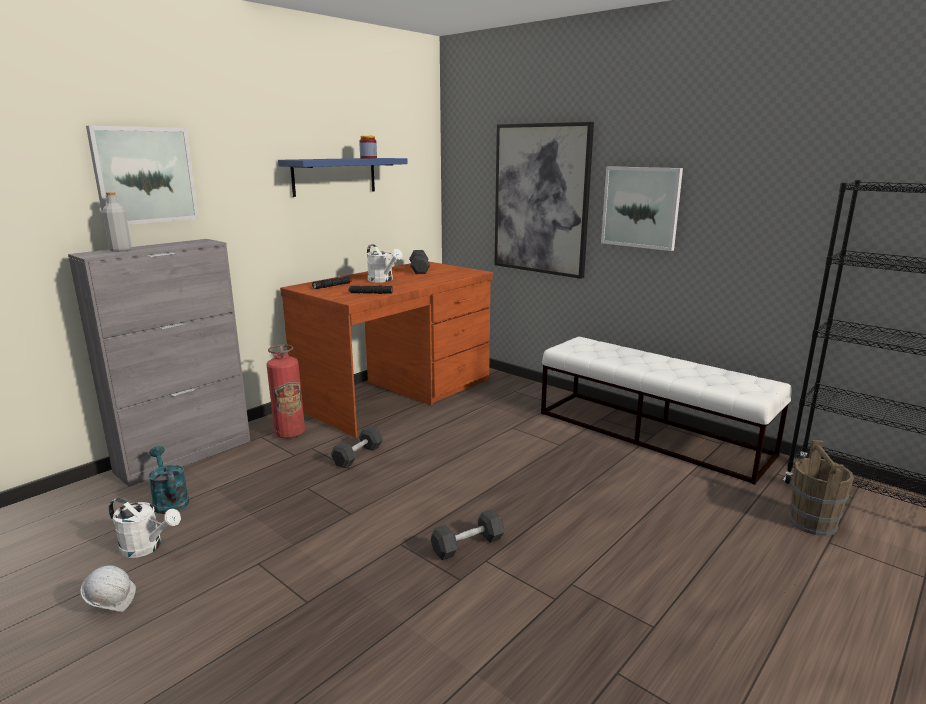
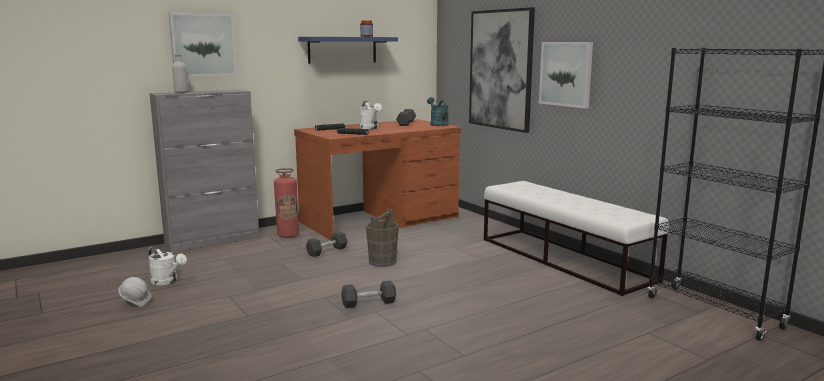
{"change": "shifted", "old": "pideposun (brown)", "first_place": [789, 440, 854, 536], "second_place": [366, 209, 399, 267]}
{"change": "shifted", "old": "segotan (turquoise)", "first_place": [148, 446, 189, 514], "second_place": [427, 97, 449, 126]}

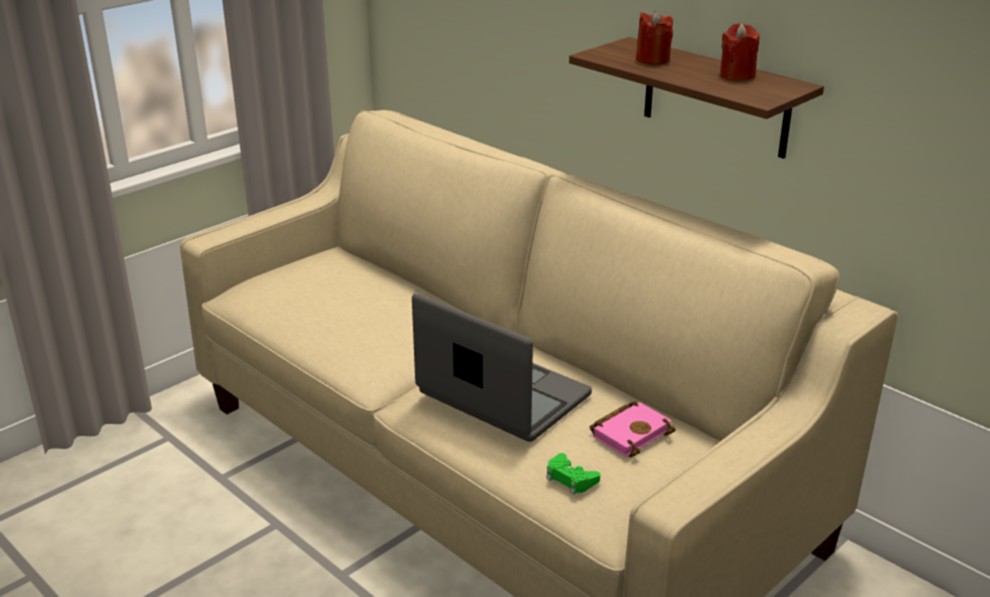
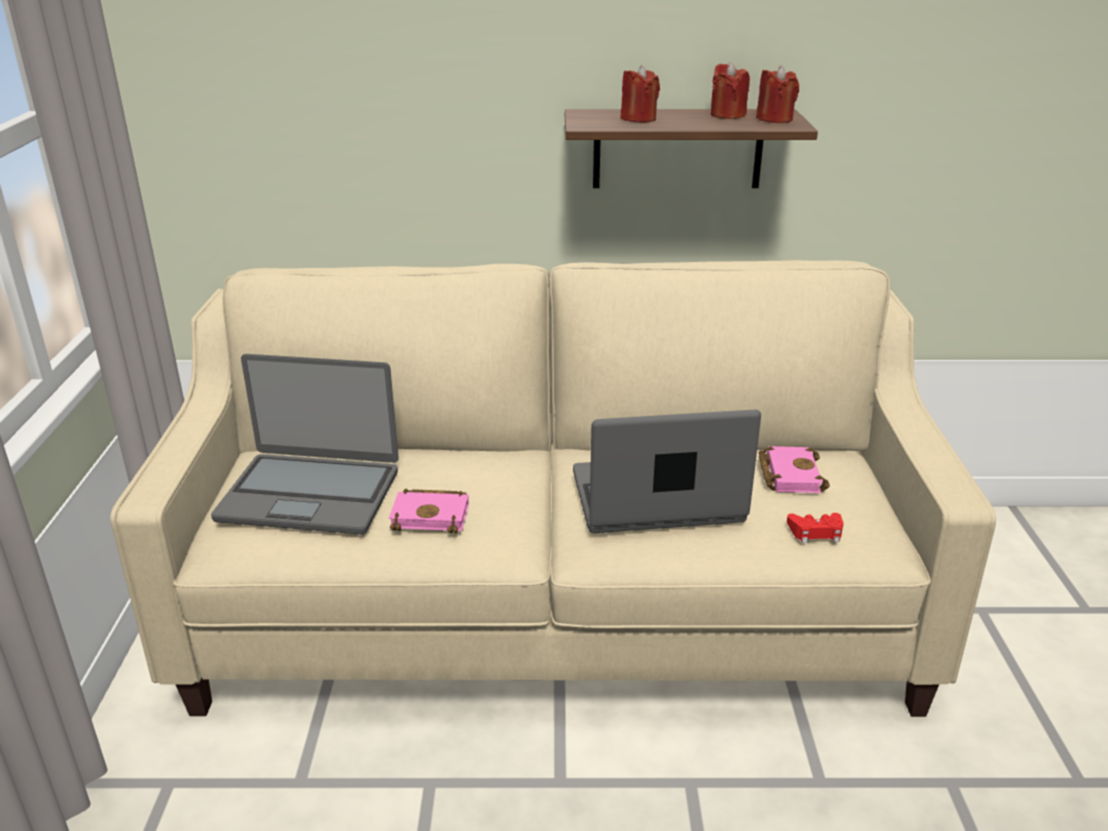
{"change": "repainted", "old": "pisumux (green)", "new": "pisumux (red)", "first_place": [546, 453, 600, 495], "second_place": [787, 513, 844, 543]}
{"change": "new", "new": "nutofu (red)", "second_place": [756, 66, 799, 123]}
{"change": "new", "new": "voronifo", "second_place": [211, 354, 399, 535]}
{"change": "new", "new": "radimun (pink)", "second_place": [389, 489, 469, 533]}

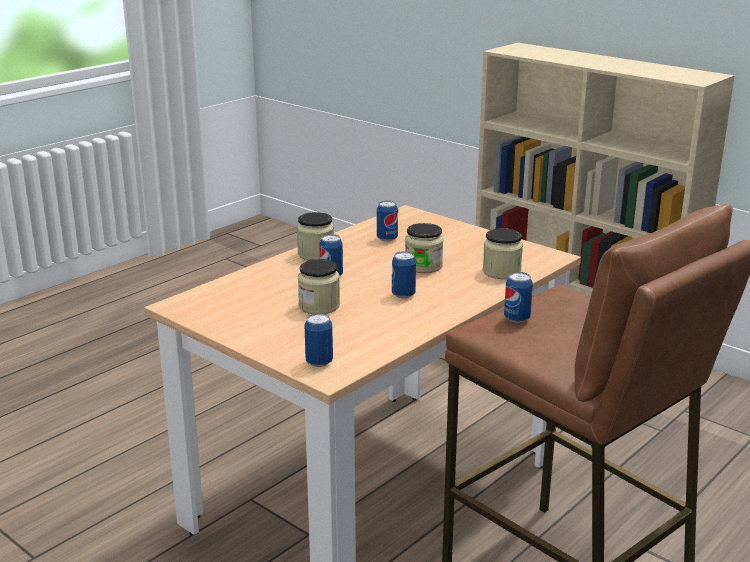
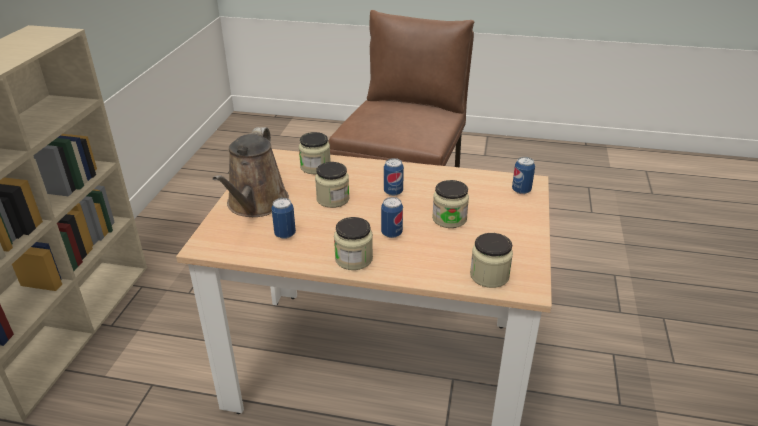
{"change": "gone", "old": "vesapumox", "first_place": [504, 272, 533, 323]}
{"change": "new", "new": "segotan (brown)", "second_place": [213, 127, 289, 217]}
{"change": "new", "new": "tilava", "second_place": [470, 233, 513, 288]}

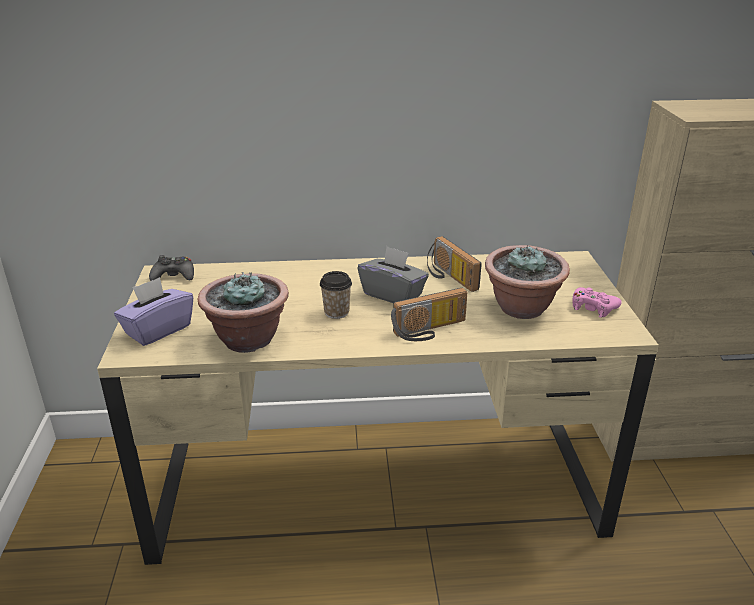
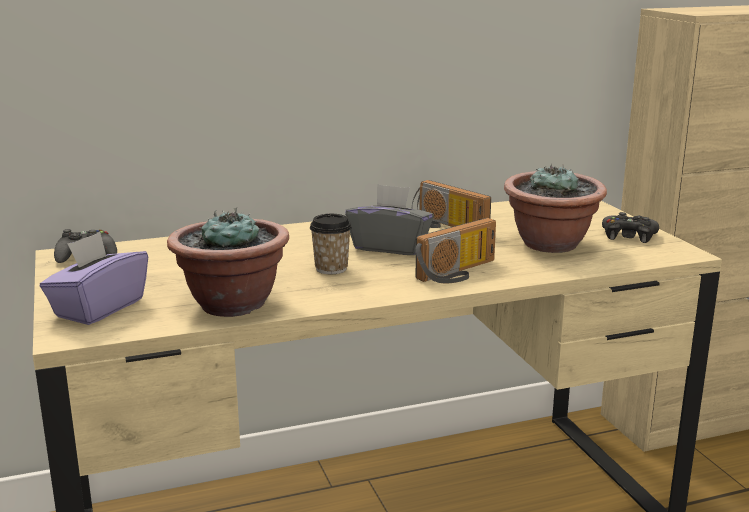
{"change": "repainted", "old": "pisumux (pink)", "new": "pisumux (black)", "first_place": [573, 287, 622, 318], "second_place": [602, 212, 659, 243]}

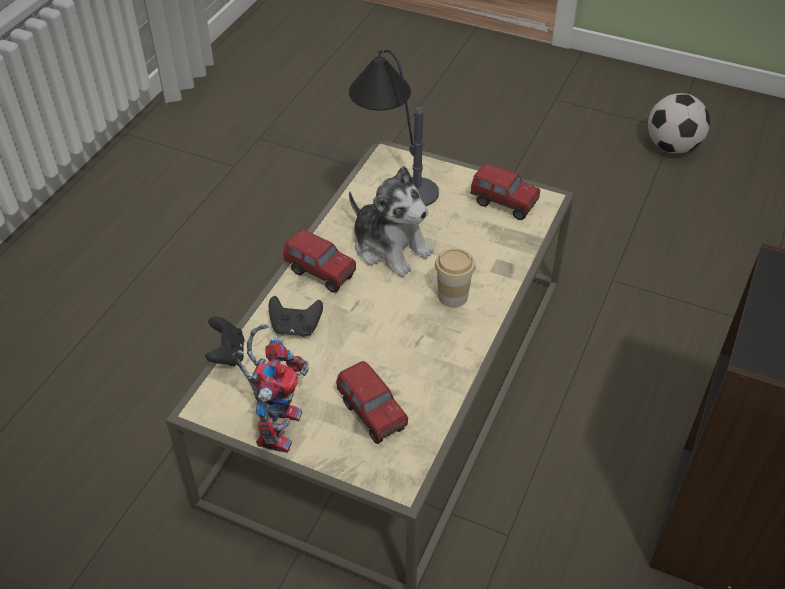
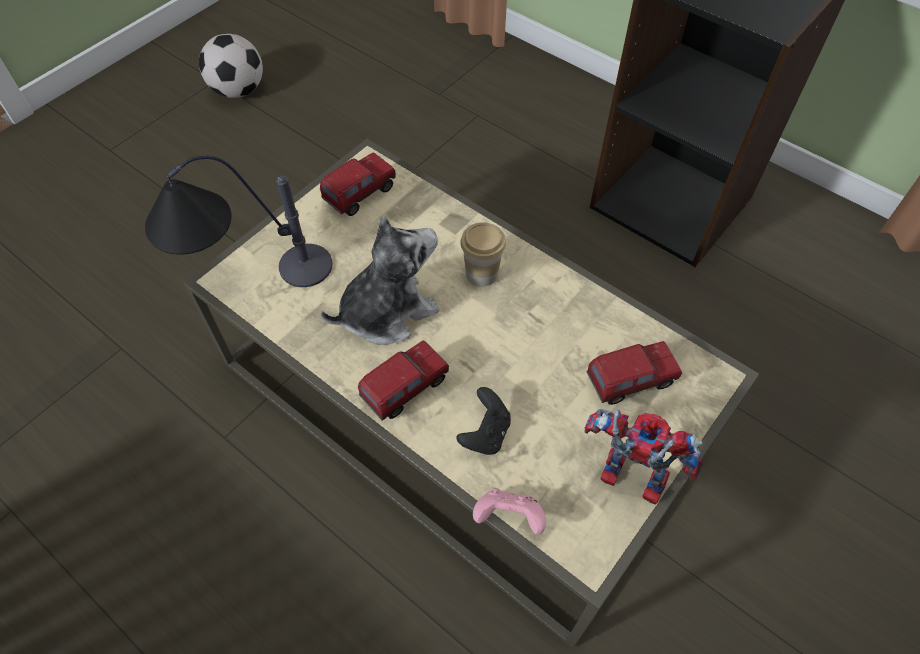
{"change": "repainted", "old": "pisumux (black)", "new": "pisumux (pink)", "first_place": [205, 316, 245, 367], "second_place": [473, 487, 546, 535]}

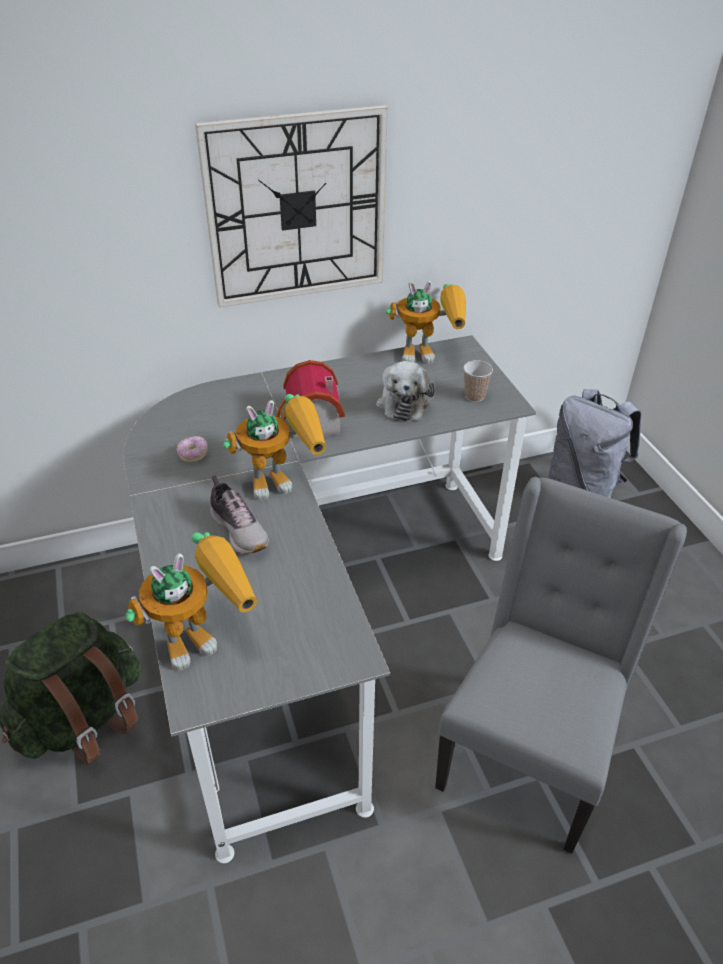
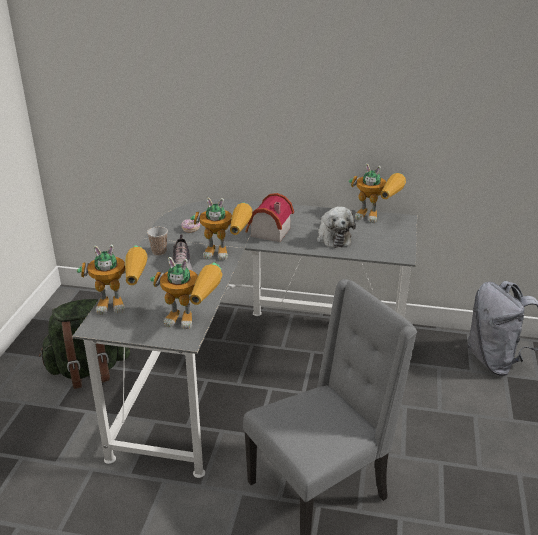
{"change": "gone", "old": "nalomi", "first_place": [195, 105, 388, 308]}
{"change": "shifted", "old": "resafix", "first_place": [463, 360, 493, 402], "second_place": [147, 227, 168, 256]}
{"change": "rotated", "old": "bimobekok", "first_place": [376, 361, 435, 421], "second_place": [317, 206, 356, 248], "degrees": -45}
{"change": "new", "new": "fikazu", "second_place": [150, 257, 223, 329]}

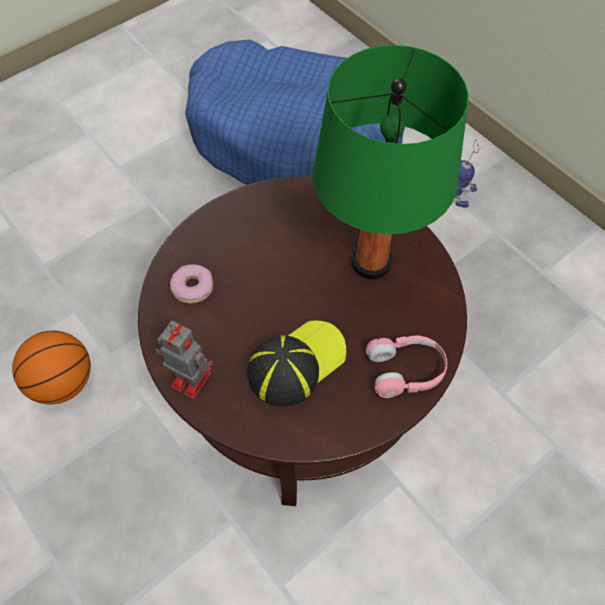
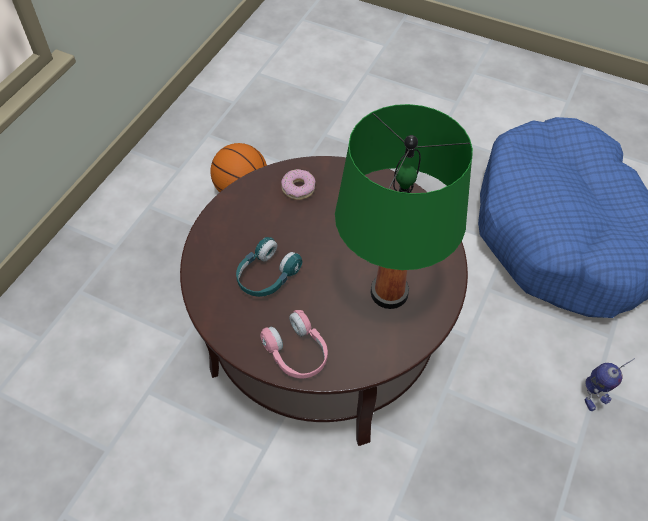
{"change": "swapped", "old": "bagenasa", "new": "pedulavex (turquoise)", "first_place": [248, 320, 346, 407], "second_place": [236, 237, 302, 297]}
{"change": "gone", "old": "fikazu", "first_place": [155, 321, 214, 399]}

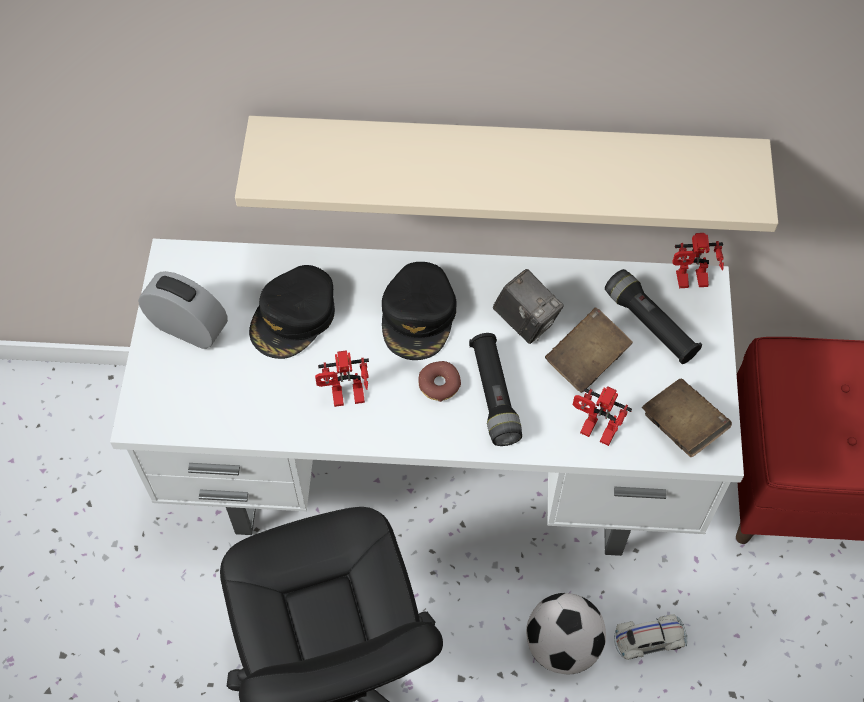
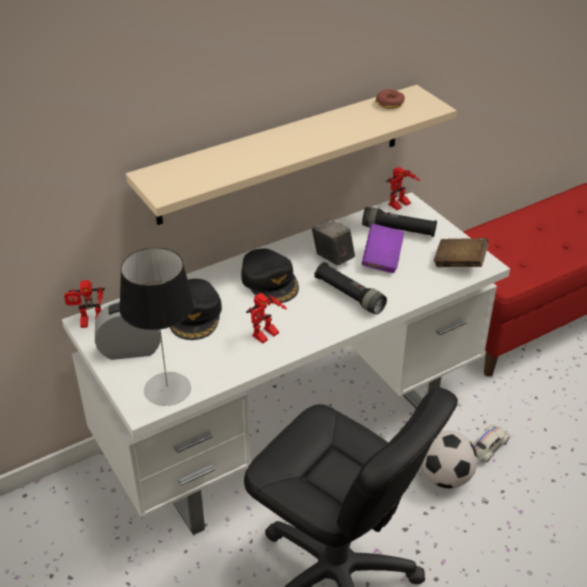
{"change": "rotated", "old": "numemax", "first_place": [493, 269, 564, 344], "second_place": [312, 219, 355, 266], "degrees": -135}
{"change": "repainted", "old": "radimun (brown)", "new": "radimun (purple)", "first_place": [545, 307, 633, 393], "second_place": [362, 224, 404, 273]}
{"change": "shifted", "old": "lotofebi", "first_place": [418, 361, 461, 402], "second_place": [375, 89, 405, 109]}
{"change": "shifted", "old": "fikazu", "first_place": [573, 387, 632, 446], "second_place": [64, 280, 105, 328]}
{"change": "new", "new": "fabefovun", "second_place": [119, 247, 194, 406]}

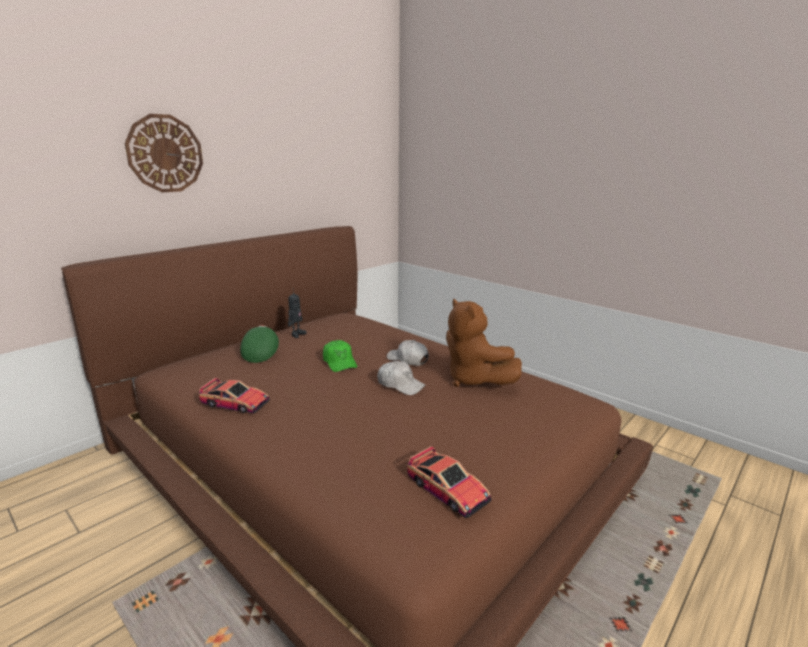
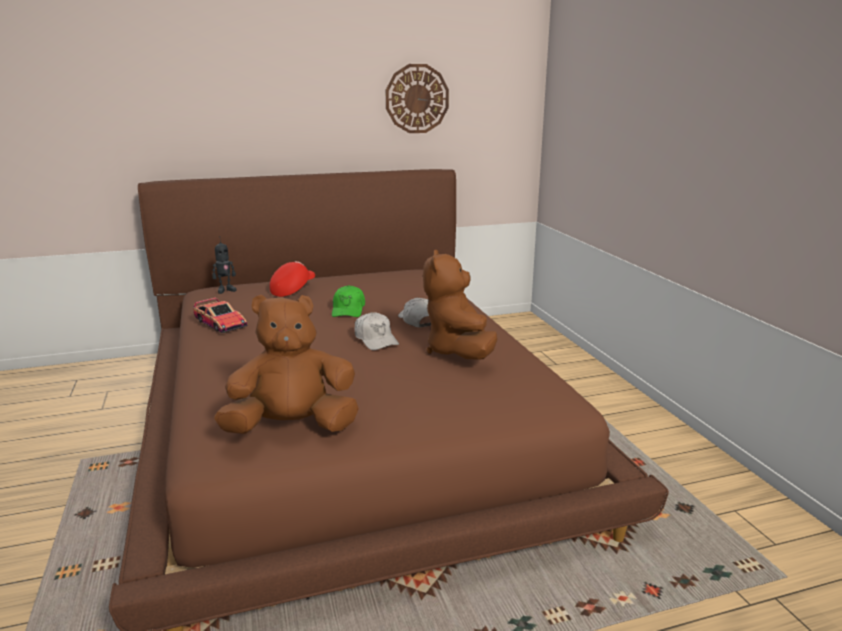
{"change": "shifted", "old": "nalomi", "first_place": [125, 114, 203, 192], "second_place": [386, 64, 449, 133]}
{"change": "shifted", "old": "fikazu", "first_place": [288, 288, 307, 338], "second_place": [212, 236, 236, 294]}
{"change": "repainted", "old": "bagenasa (green)", "new": "bagenasa (red)", "first_place": [240, 326, 279, 363], "second_place": [269, 261, 315, 297]}
{"change": "swapped", "old": "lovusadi", "new": "bimobekok (brown)", "first_place": [407, 446, 491, 518], "second_place": [214, 295, 359, 434]}

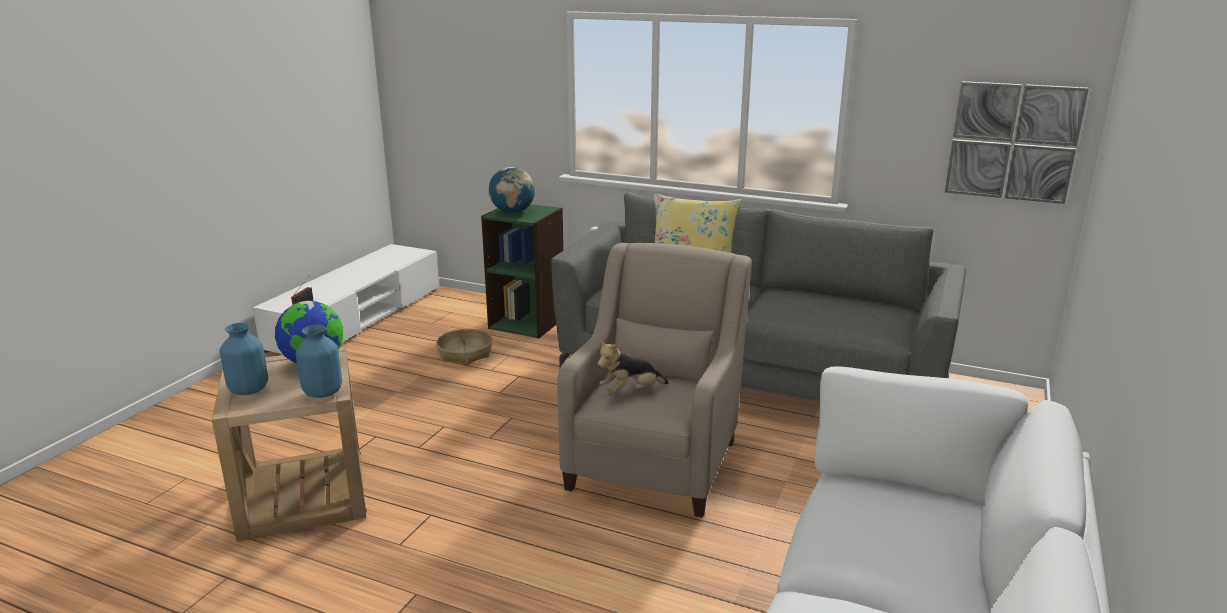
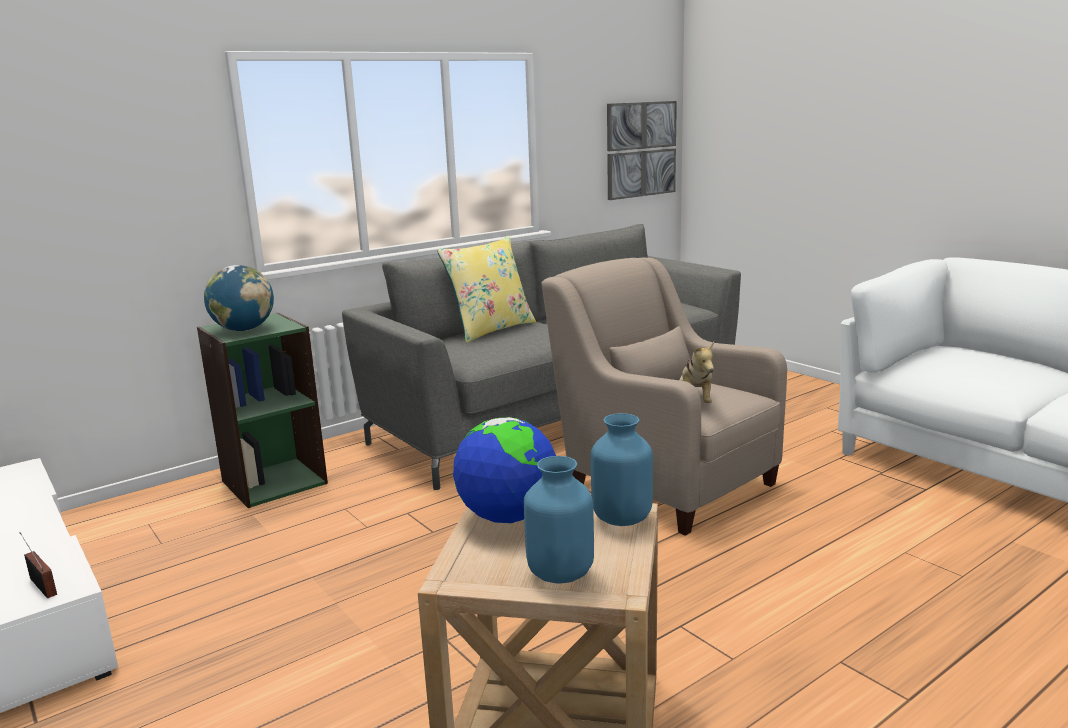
{"change": "gone", "old": "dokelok", "first_place": [436, 329, 493, 365]}

